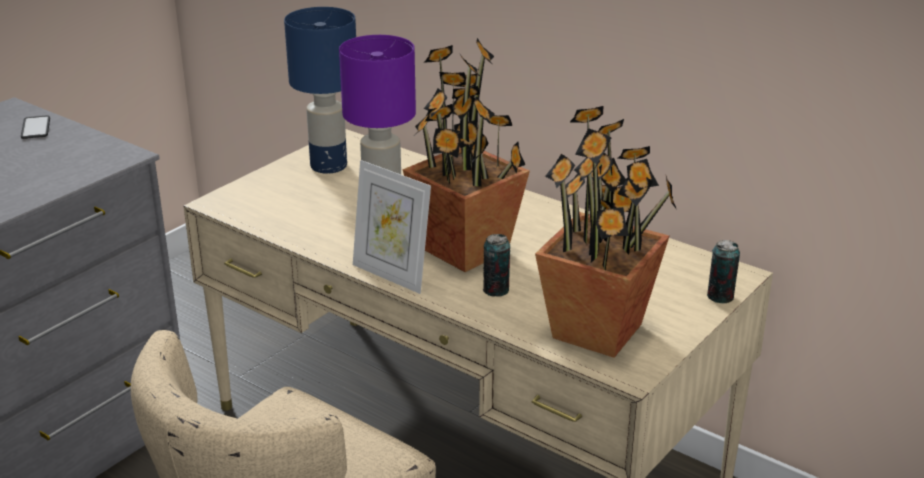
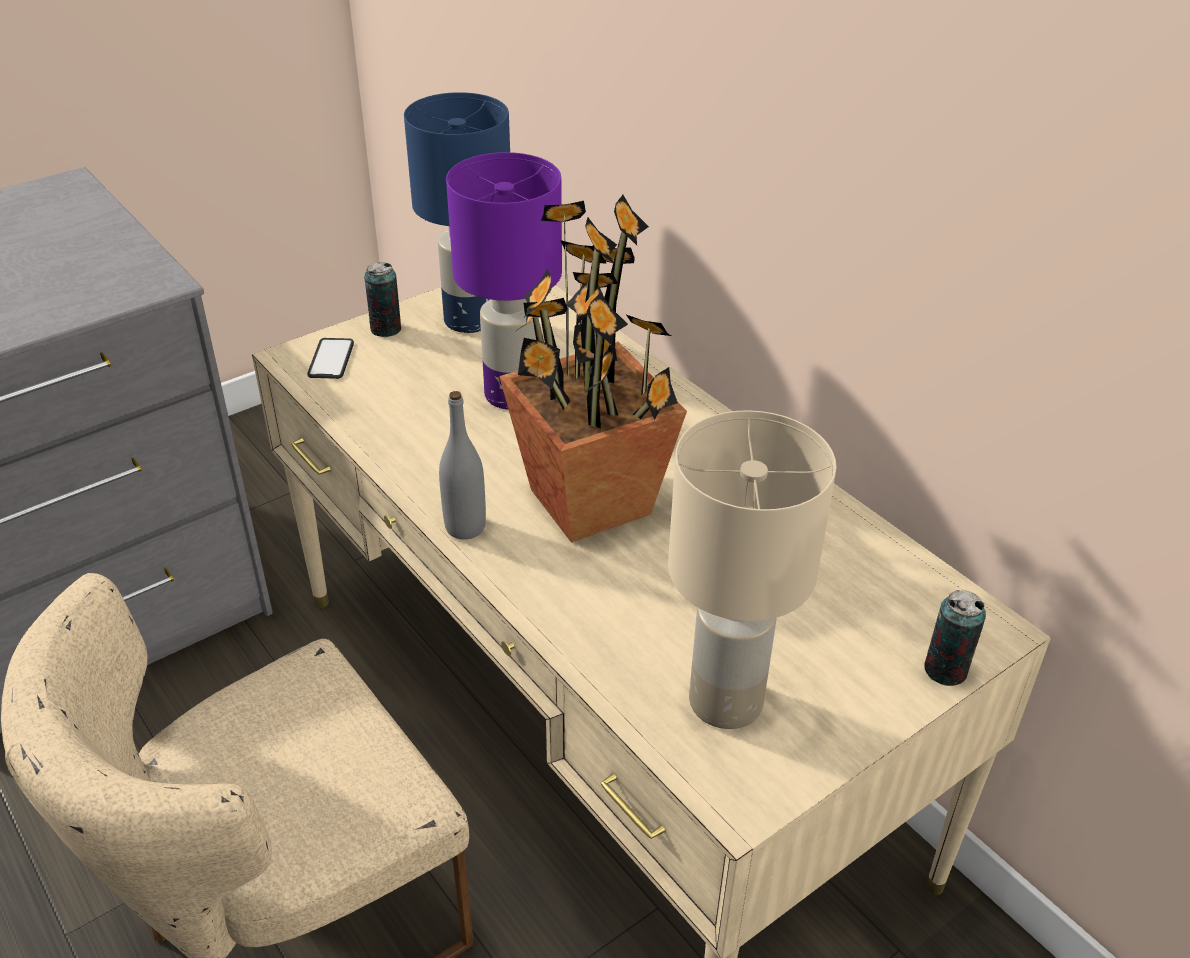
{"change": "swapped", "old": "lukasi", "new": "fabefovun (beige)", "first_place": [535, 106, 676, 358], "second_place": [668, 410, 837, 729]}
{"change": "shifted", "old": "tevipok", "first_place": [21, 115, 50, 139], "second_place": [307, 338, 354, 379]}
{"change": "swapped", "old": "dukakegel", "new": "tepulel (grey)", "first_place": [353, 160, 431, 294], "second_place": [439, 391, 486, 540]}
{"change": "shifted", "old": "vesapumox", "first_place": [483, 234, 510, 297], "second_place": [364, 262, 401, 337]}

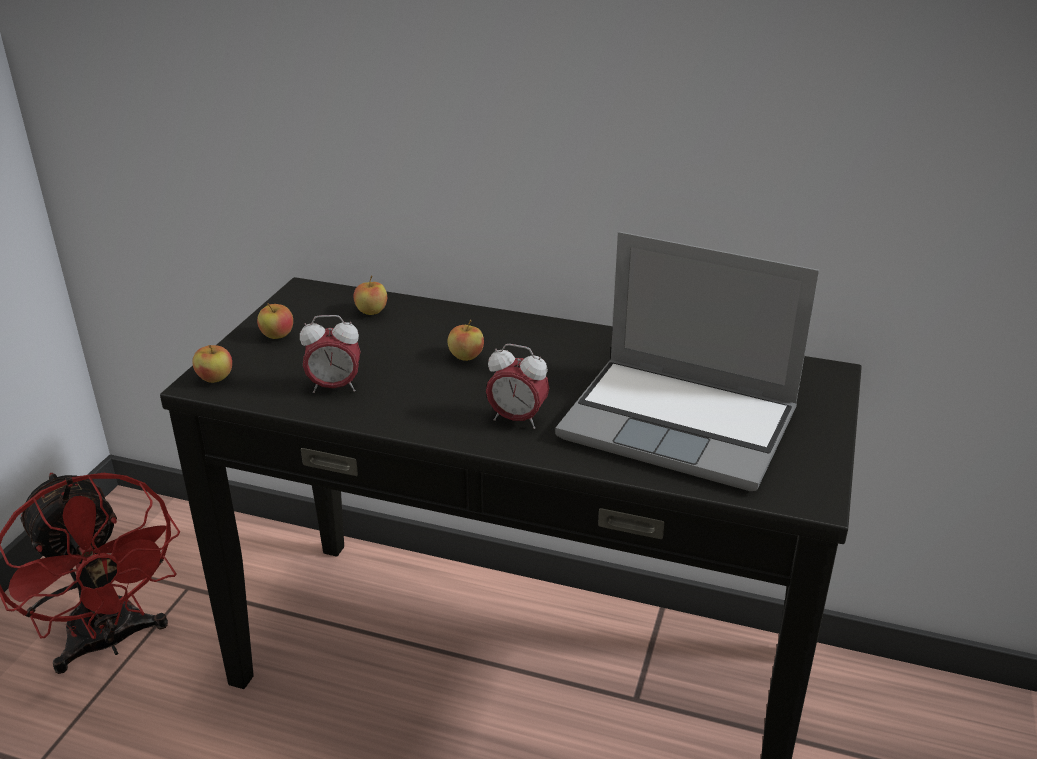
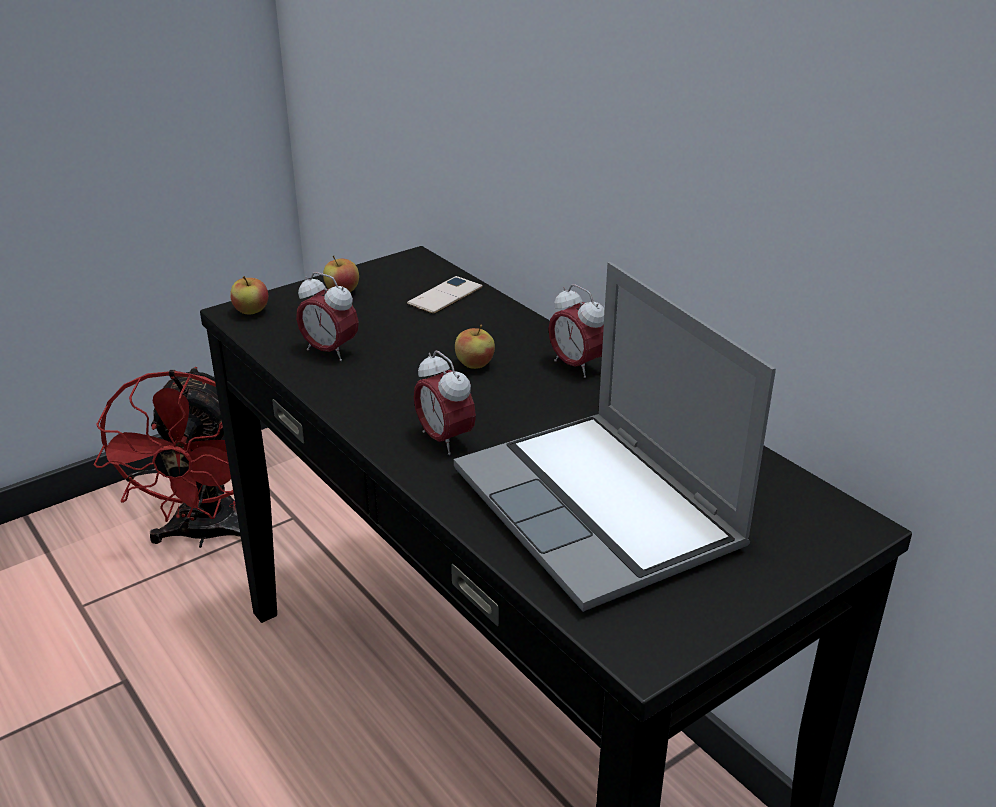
{"change": "swapped", "old": "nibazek", "new": "tevipok", "first_place": [353, 276, 387, 315], "second_place": [407, 276, 483, 314]}
{"change": "new", "new": "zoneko", "second_place": [548, 284, 605, 378]}

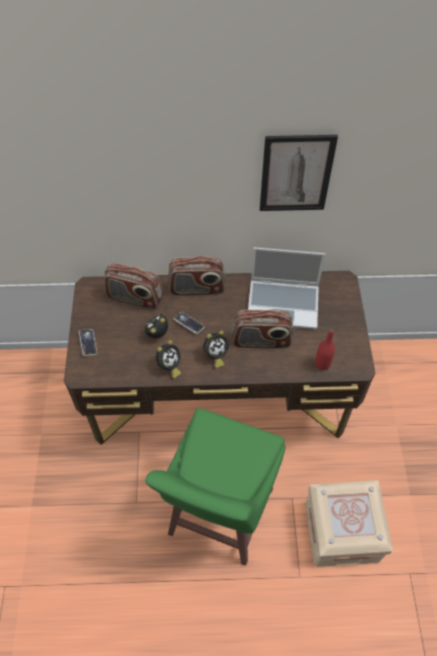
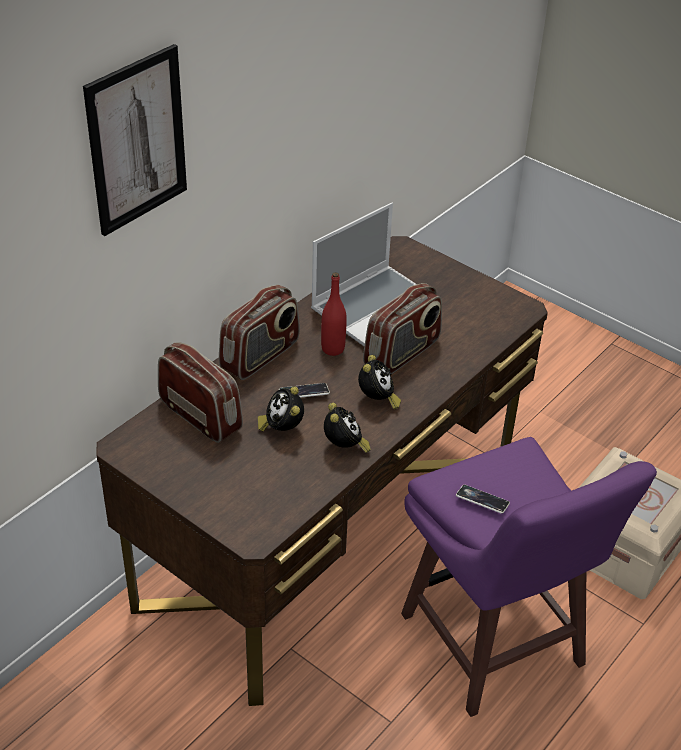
{"change": "shifted", "old": "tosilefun", "first_place": [260, 135, 338, 211], "second_place": [83, 44, 187, 236]}
{"change": "rotated", "old": "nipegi", "first_place": [104, 263, 163, 310], "second_place": [158, 342, 243, 443], "degrees": -105}
{"change": "shifted", "old": "tepulel (red)", "first_place": [315, 328, 335, 370], "second_place": [321, 272, 347, 356]}
{"change": "shifted", "old": "tevipok", "first_place": [79, 329, 97, 356], "second_place": [456, 485, 510, 514]}
{"change": "repainted", "old": "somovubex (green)", "new": "somovubex (purple)", "first_place": [145, 408, 285, 566], "second_place": [401, 437, 657, 717]}

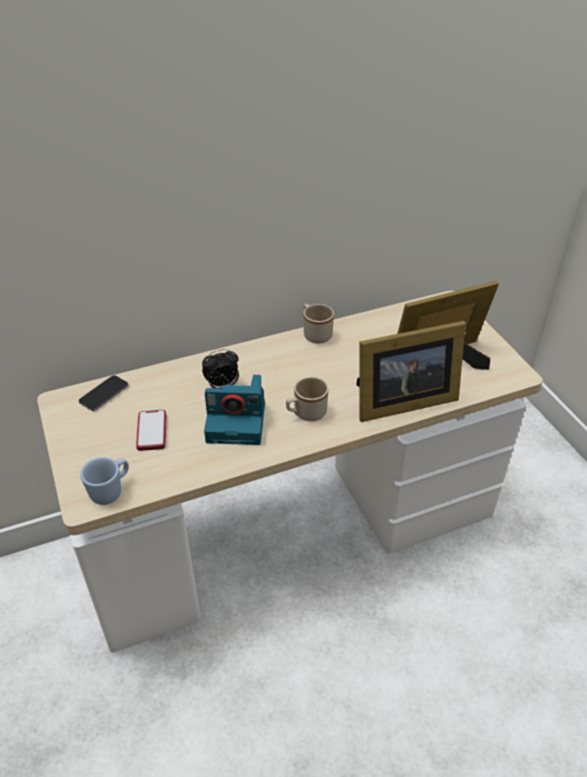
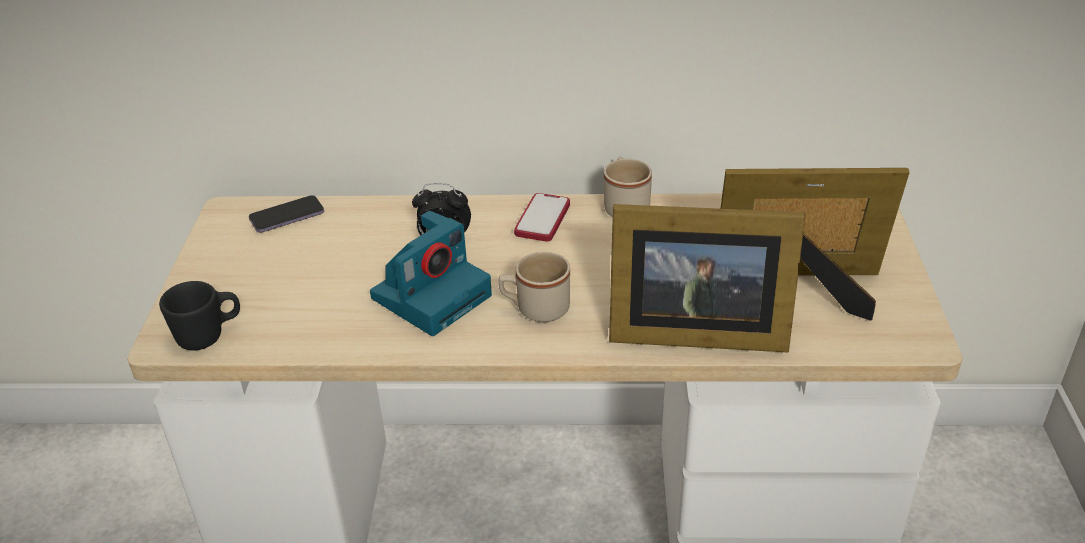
{"change": "rotated", "old": "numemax", "first_place": [204, 375, 265, 445], "second_place": [370, 211, 492, 336], "degrees": -75}
{"change": "shifted", "old": "tevipok", "first_place": [136, 410, 166, 451], "second_place": [514, 193, 570, 241]}
{"change": "repainted", "old": "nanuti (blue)", "new": "nanuti (black)", "first_place": [80, 457, 129, 505], "second_place": [159, 281, 240, 350]}

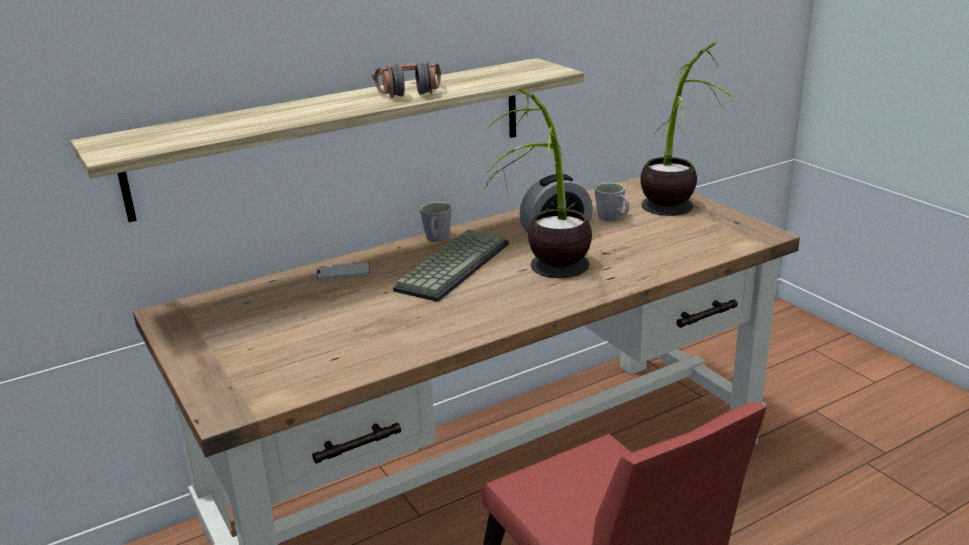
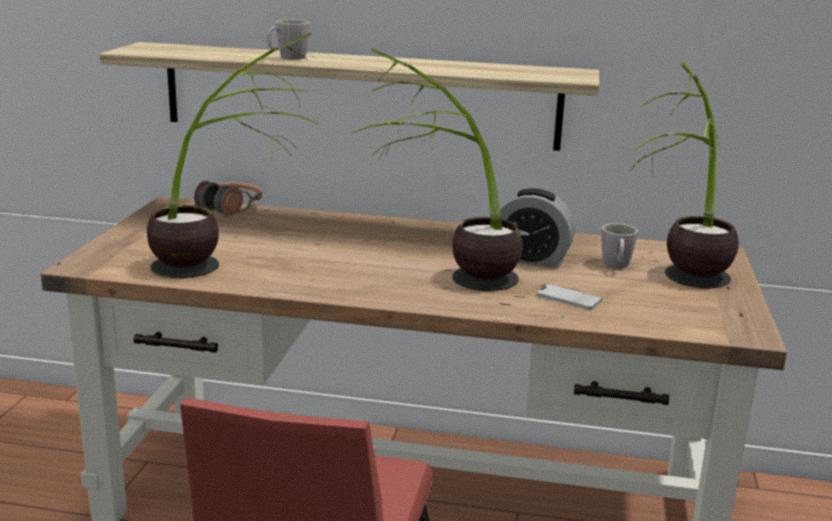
{"change": "shifted", "old": "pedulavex", "first_place": [372, 61, 441, 98], "second_place": [194, 181, 262, 216]}
{"change": "shifted", "old": "nanuti (grey)", "first_place": [420, 202, 451, 242], "second_place": [267, 20, 310, 60]}
{"change": "gone", "old": "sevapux", "first_place": [393, 230, 509, 302]}
{"change": "shifted", "old": "tevipok", "first_place": [317, 262, 370, 280], "second_place": [536, 284, 603, 310]}
{"change": "new", "new": "lukasi", "second_place": [147, 33, 319, 278]}

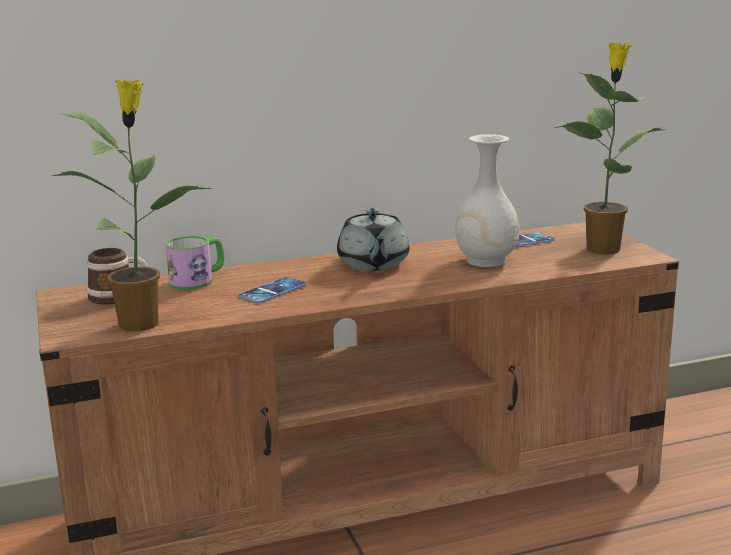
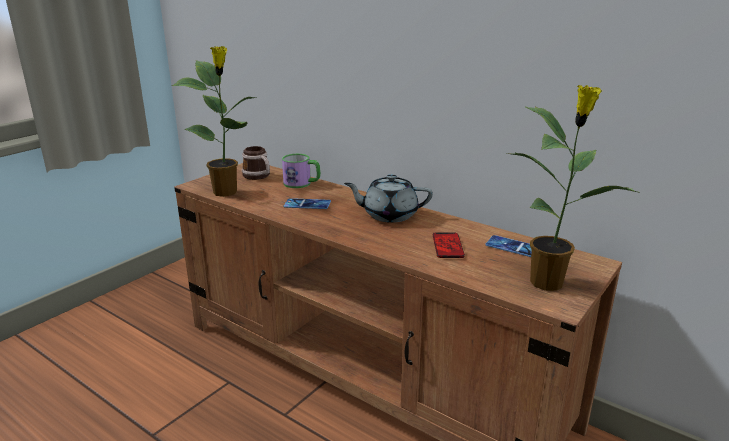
{"change": "swapped", "old": "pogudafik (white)", "new": "tevipok", "first_place": [455, 134, 519, 267], "second_place": [433, 232, 465, 258]}
{"change": "rotated", "old": "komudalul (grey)", "first_place": [337, 208, 410, 271], "second_place": [344, 174, 433, 223], "degrees": 45}

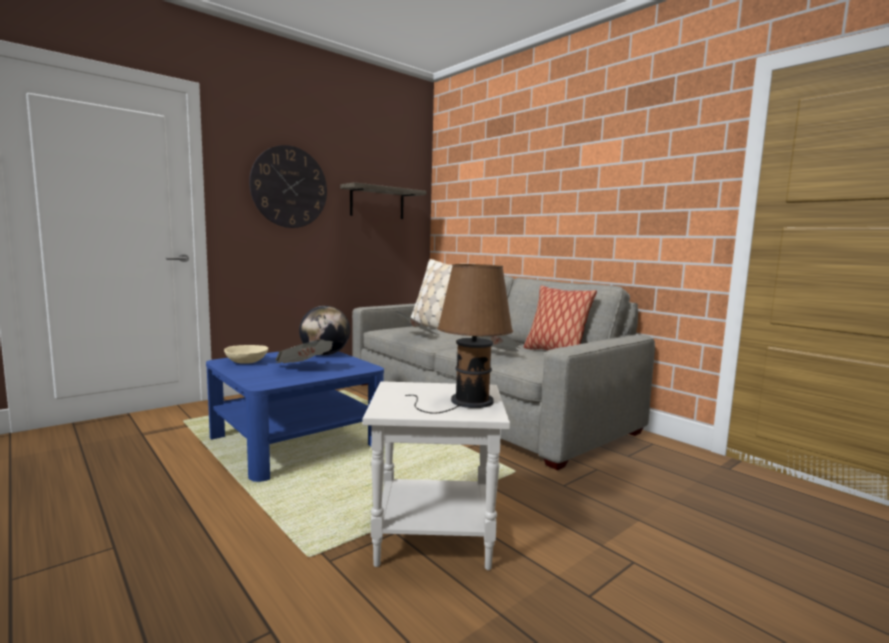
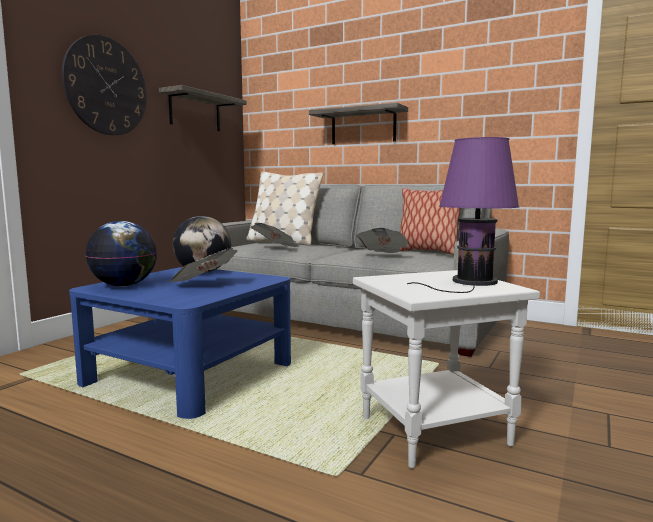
{"change": "repainted", "old": "fabefovun (brown)", "new": "fabefovun (purple)", "first_place": [405, 264, 513, 414], "second_place": [407, 137, 520, 293]}
{"change": "swapped", "old": "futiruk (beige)", "new": "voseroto", "first_place": [224, 345, 268, 364], "second_place": [85, 221, 157, 287]}
{"change": "new", "new": "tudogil", "second_place": [309, 103, 408, 144]}

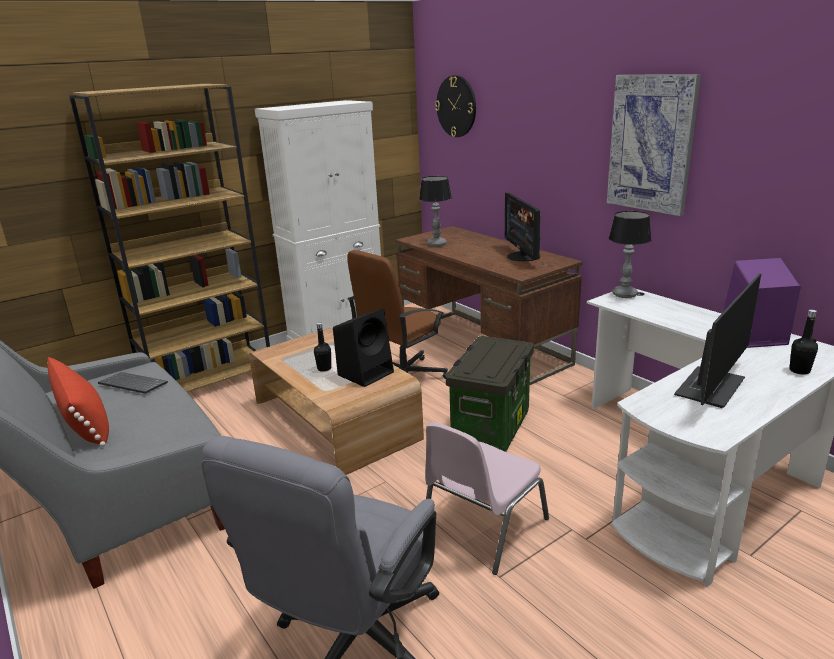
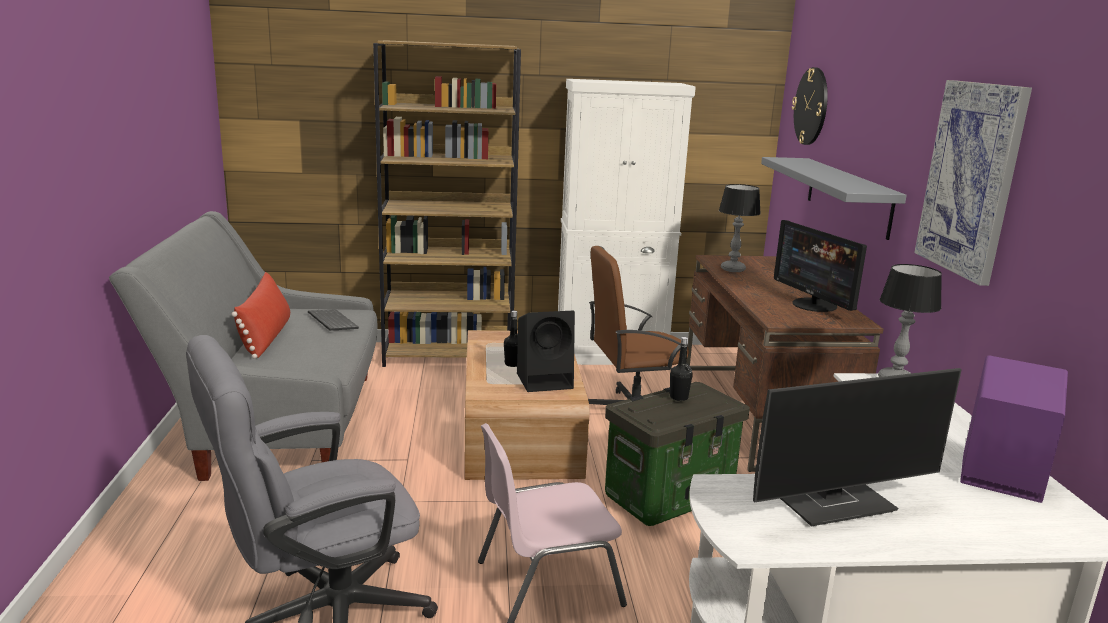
{"change": "rotated", "old": "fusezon", "first_place": [505, 193, 541, 261], "second_place": [774, 220, 867, 312], "degrees": -45}
{"change": "shifted", "old": "tepulel (black)", "first_place": [789, 309, 818, 375], "second_place": [669, 337, 693, 401]}
{"change": "new", "new": "tudogil (grey)", "second_place": [761, 157, 907, 240]}

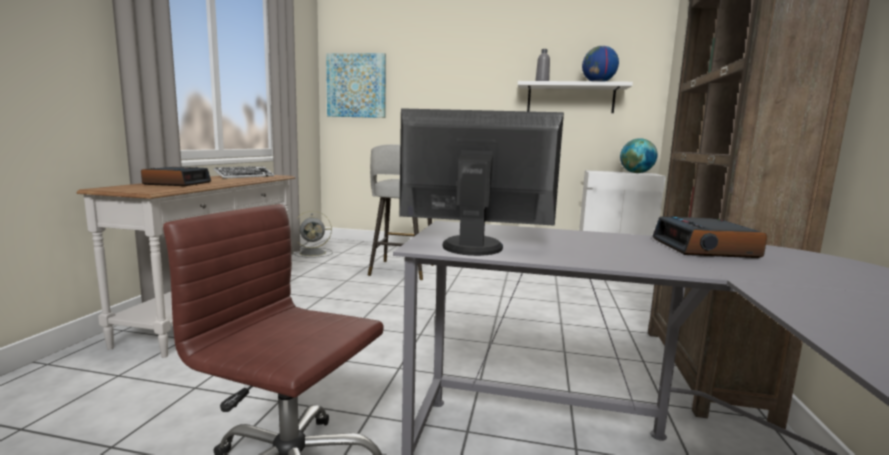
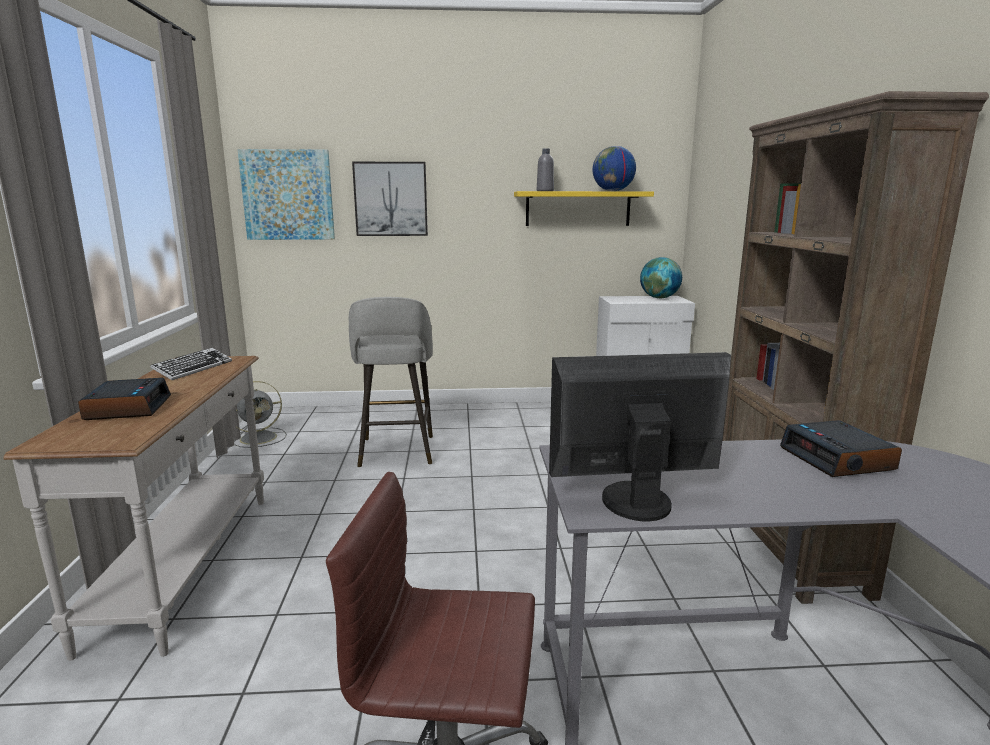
{"change": "repainted", "old": "tudogil (white)", "new": "tudogil (yellow)", "first_place": [518, 81, 633, 113], "second_place": [514, 191, 654, 226]}
{"change": "new", "new": "tosilefun", "second_place": [352, 162, 428, 236]}

